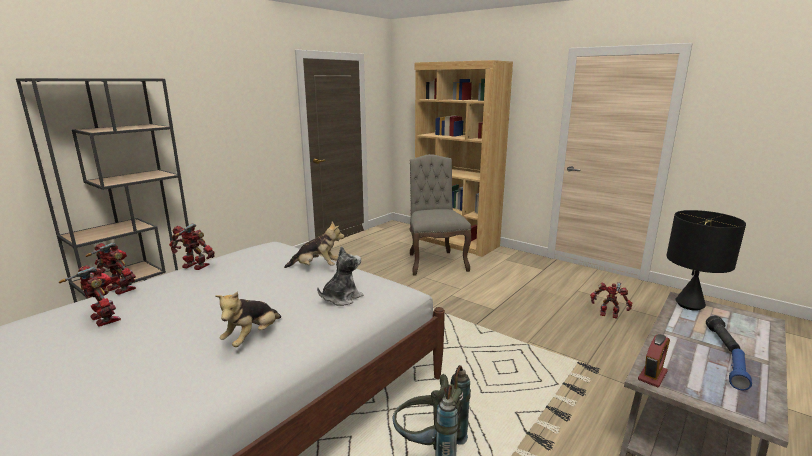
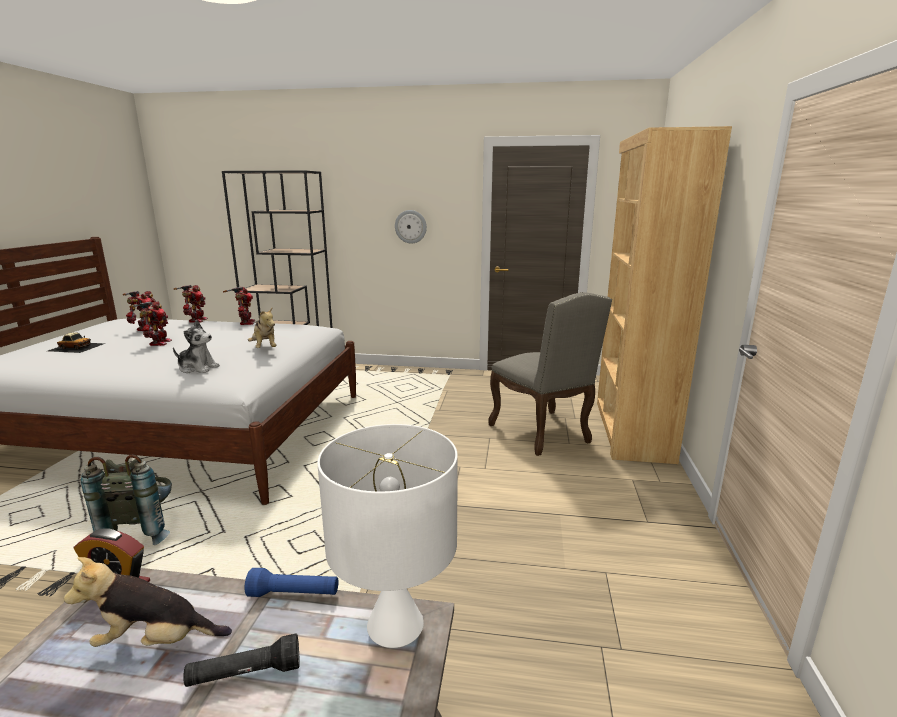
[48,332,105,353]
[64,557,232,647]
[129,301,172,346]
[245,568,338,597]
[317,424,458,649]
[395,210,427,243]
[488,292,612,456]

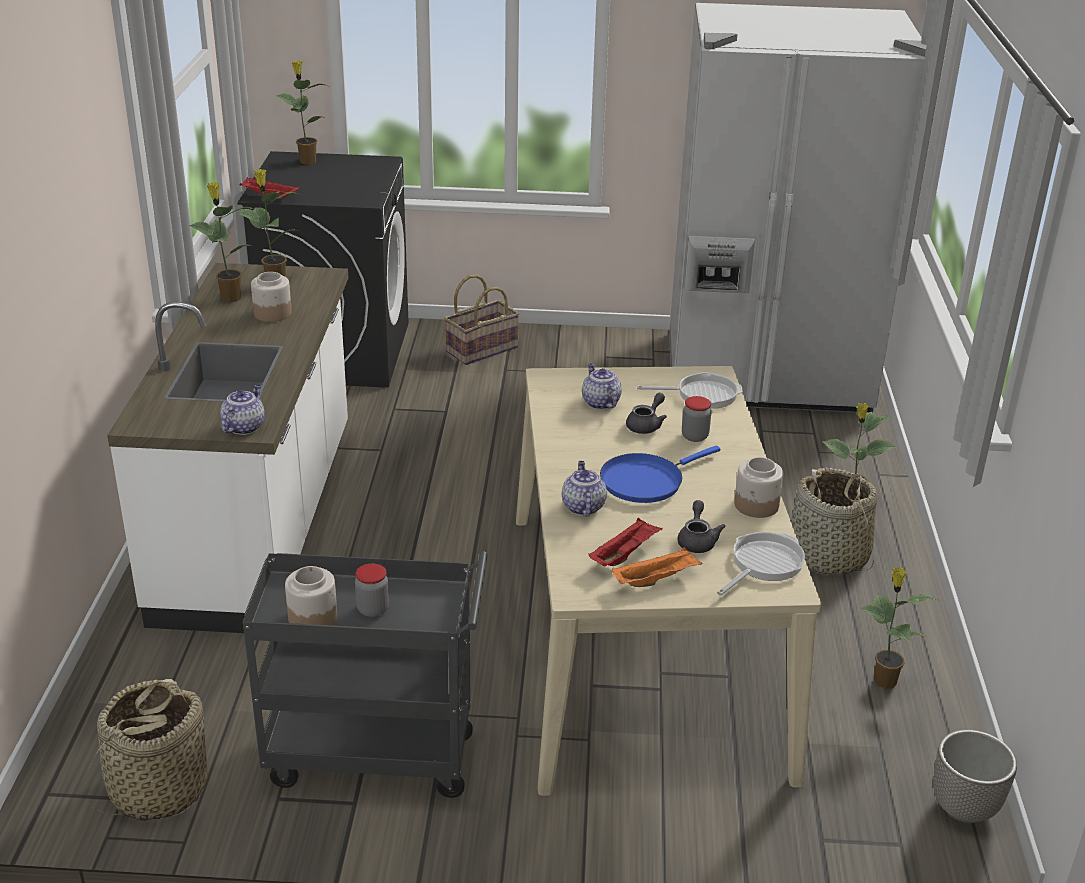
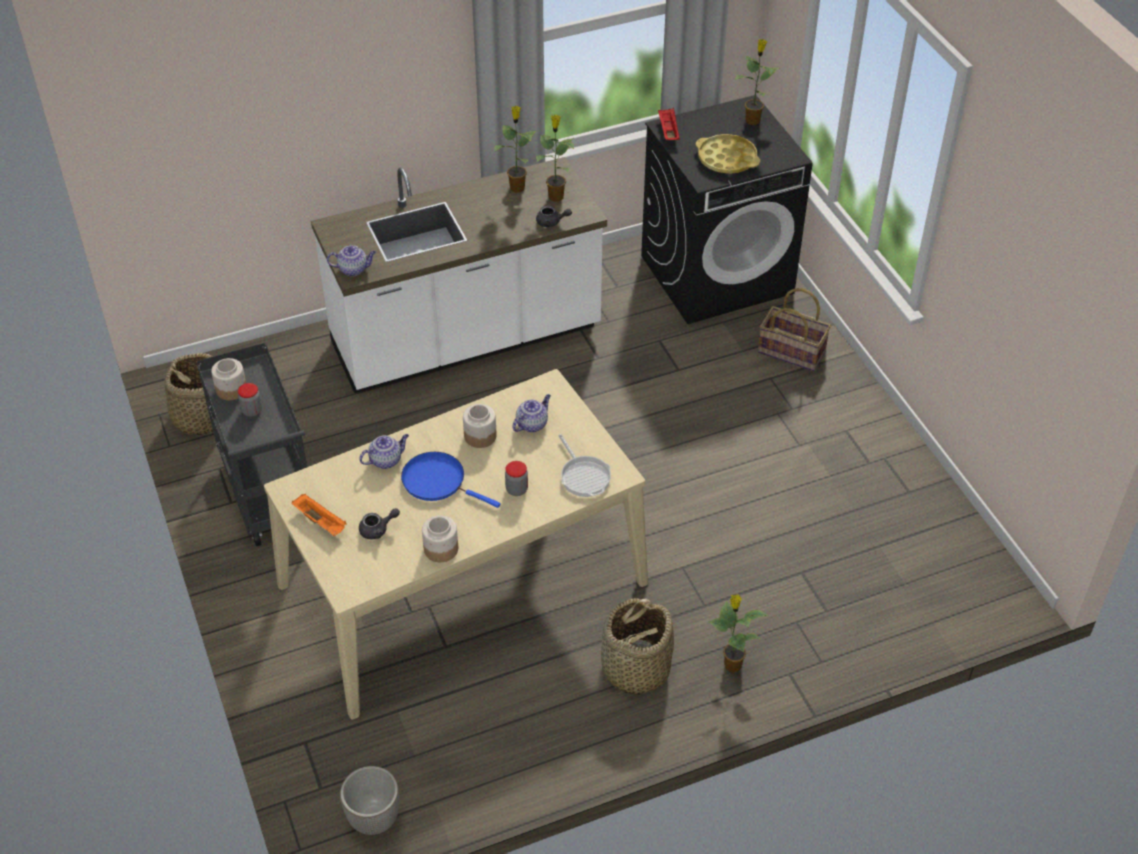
[463,404,497,448]
[536,206,572,227]
[696,134,760,174]
[588,518,663,566] (first image)
[669,3,926,413] (first image)
[717,532,805,596] (first image)
[860,567,938,689] (first image)

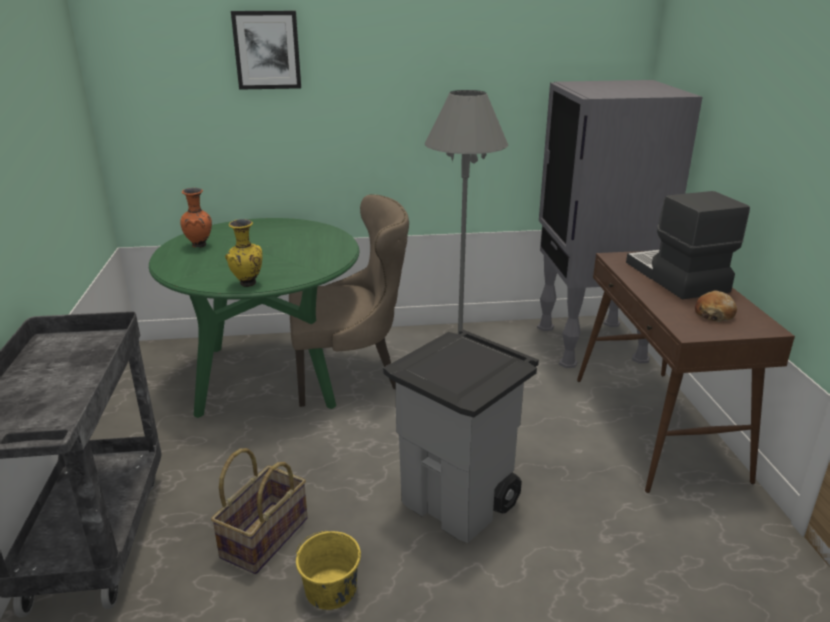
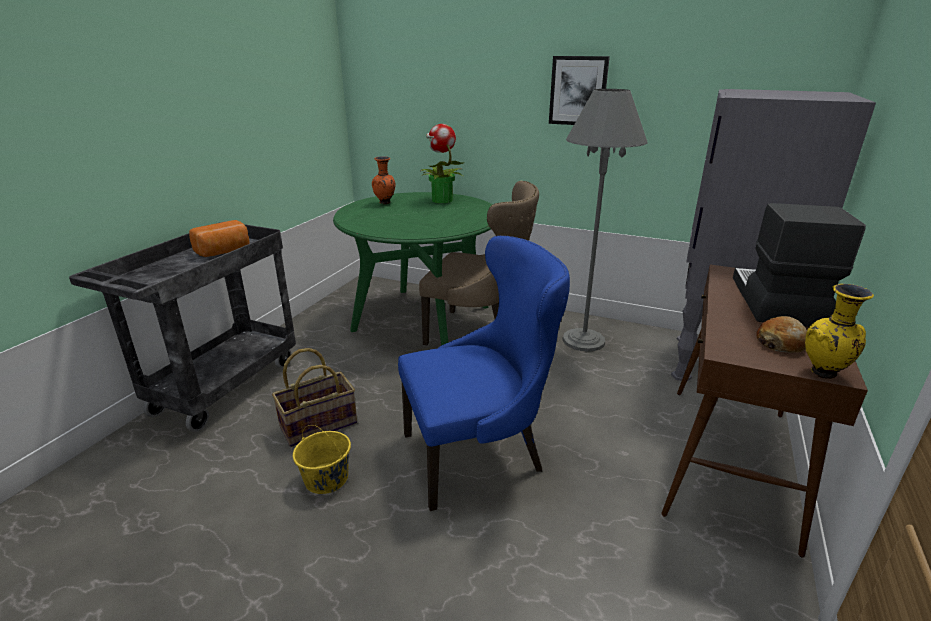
[189,220,250,257]
[398,236,570,511]
[421,124,465,203]
[549,56,610,125]
[805,284,874,379]

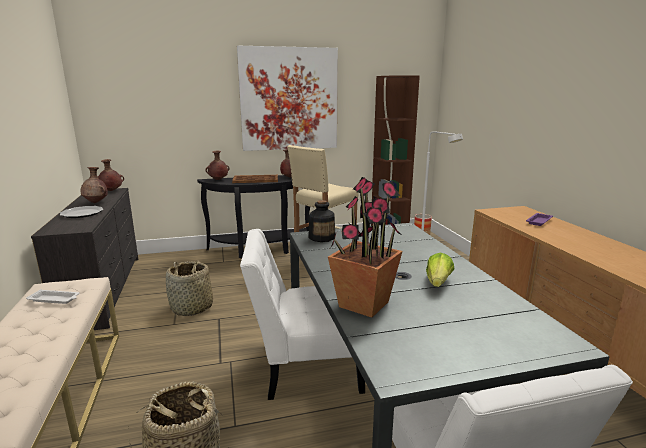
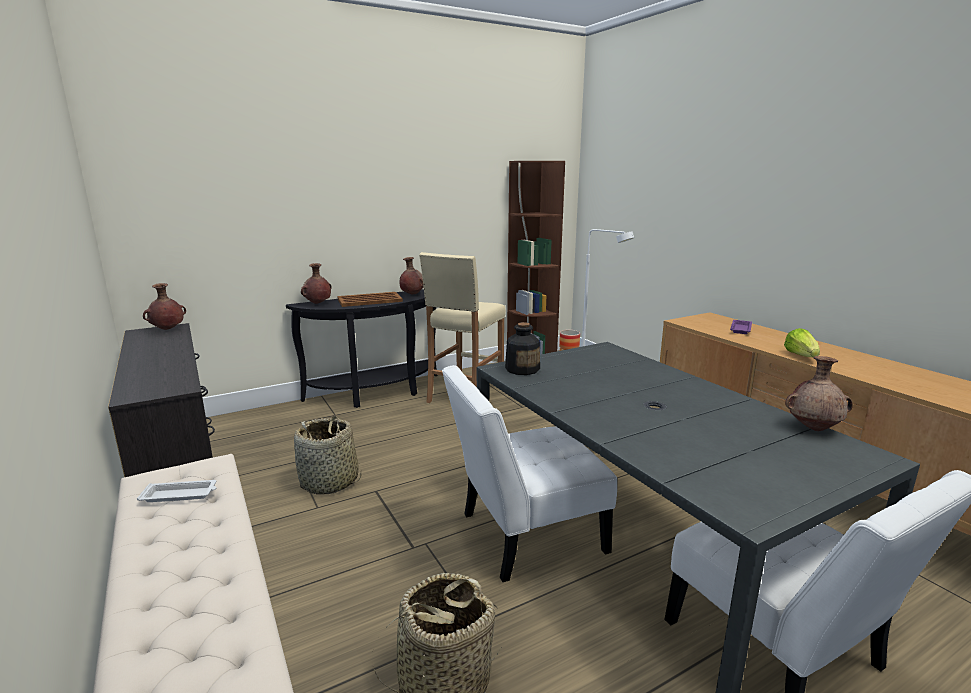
[784,328,820,357]
[785,356,853,431]
[60,206,103,218] (first image)
[237,46,338,151] (first image)
[328,177,403,318] (first image)

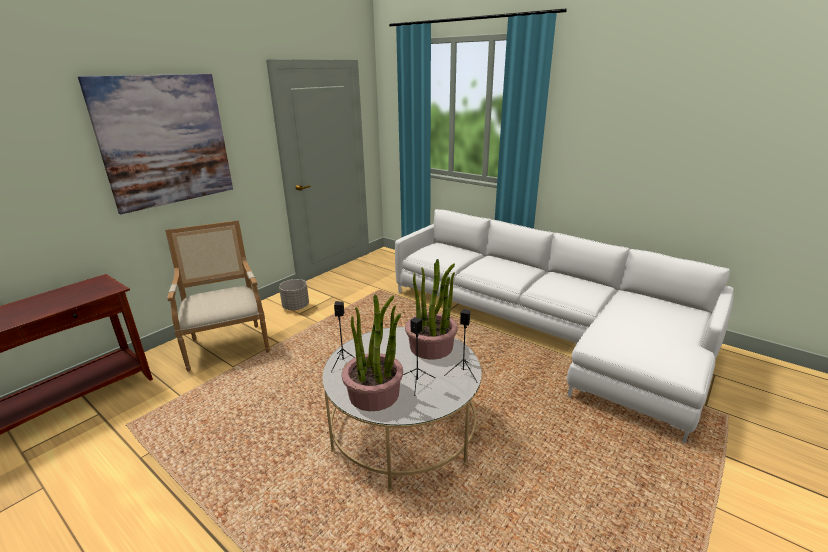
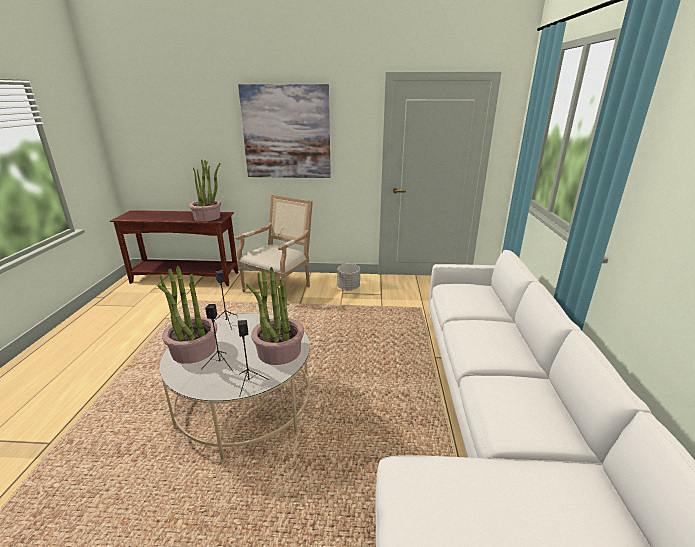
[189,159,221,221]

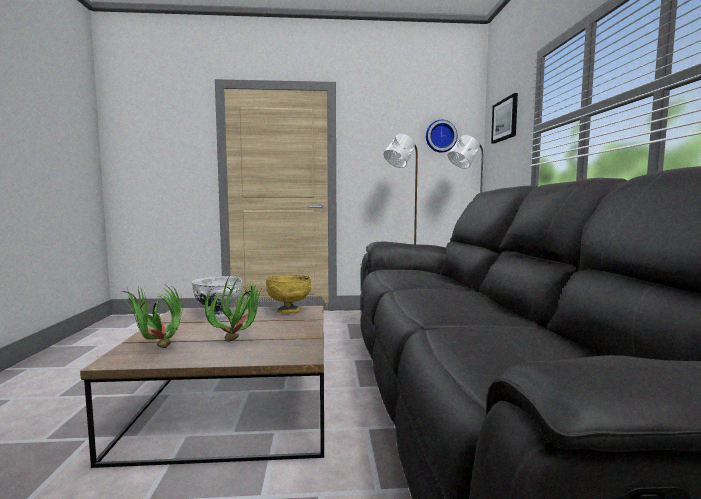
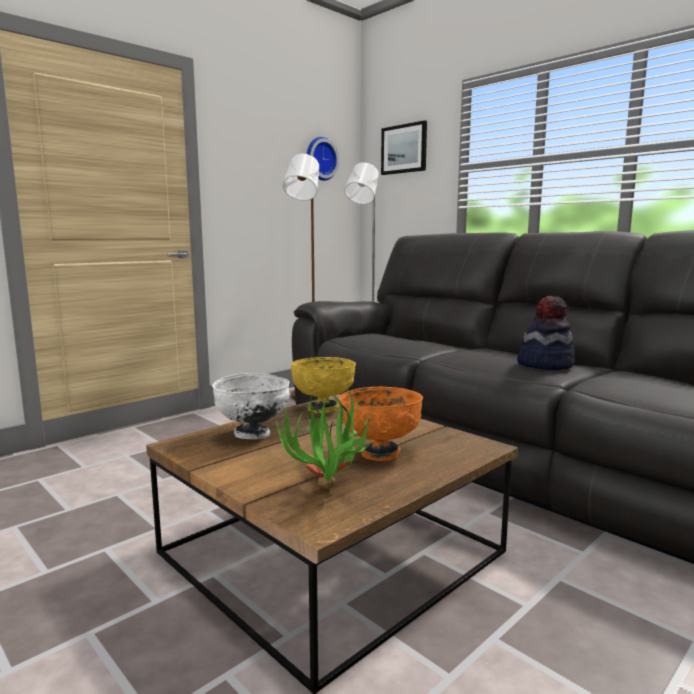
[339,386,423,461]
[517,296,575,370]

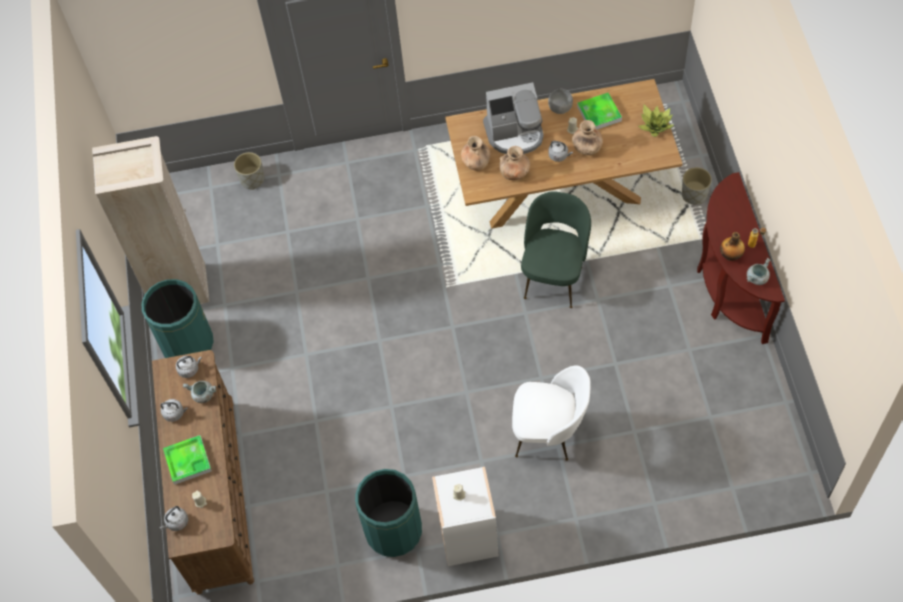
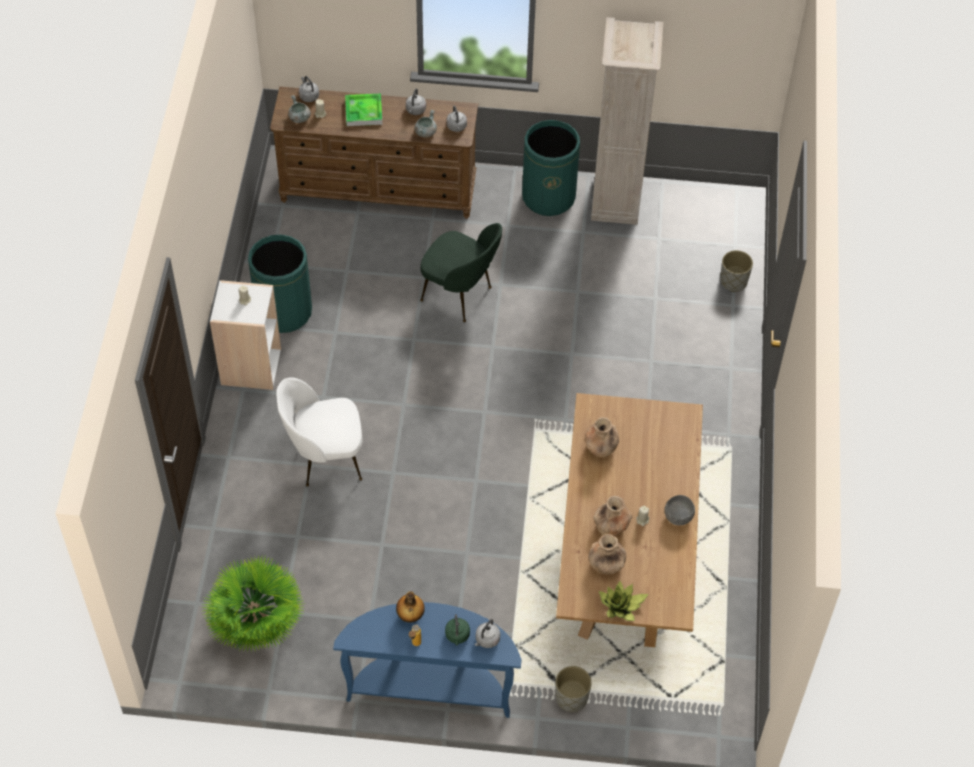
[202,555,306,652]
[276,377,362,487]
[288,95,311,123]
[333,602,522,718]
[420,223,502,322]
[445,614,470,646]
[475,619,500,648]
[588,534,626,574]
[483,82,543,154] (first image)
[577,93,622,129] (first image)

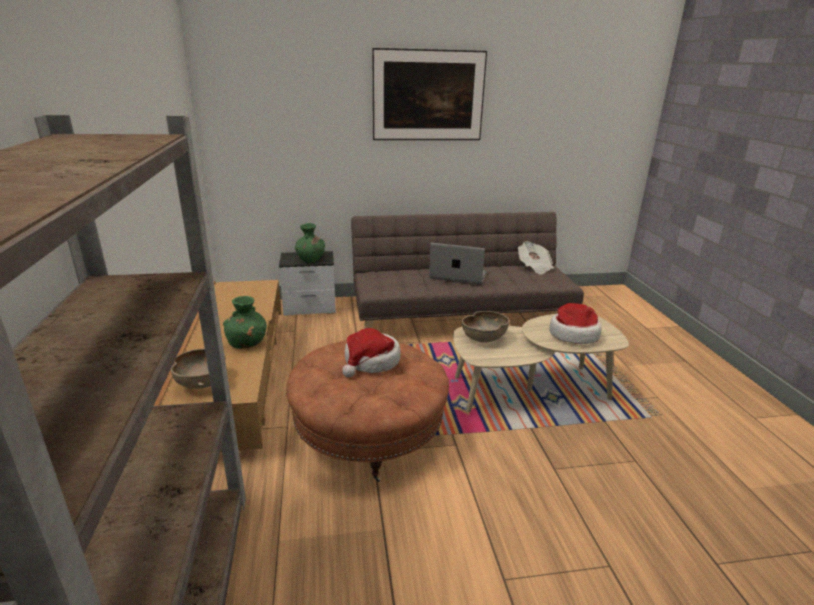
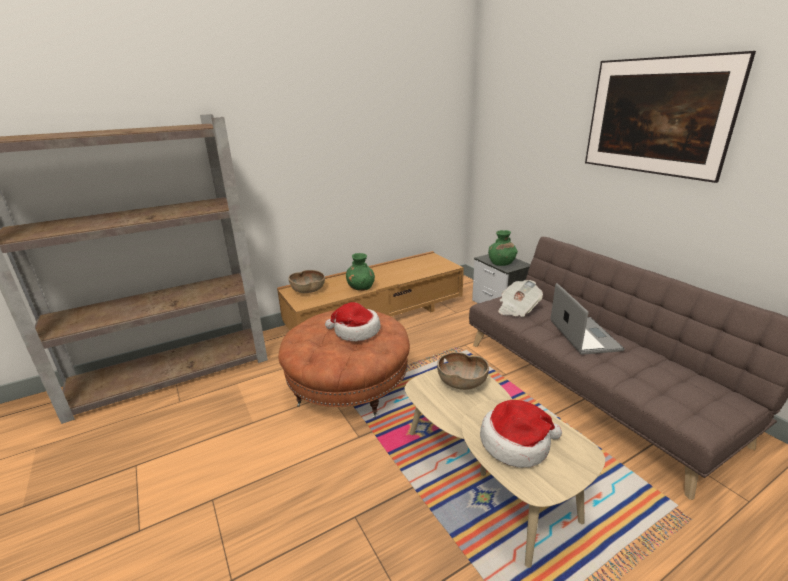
[498,280,543,317]

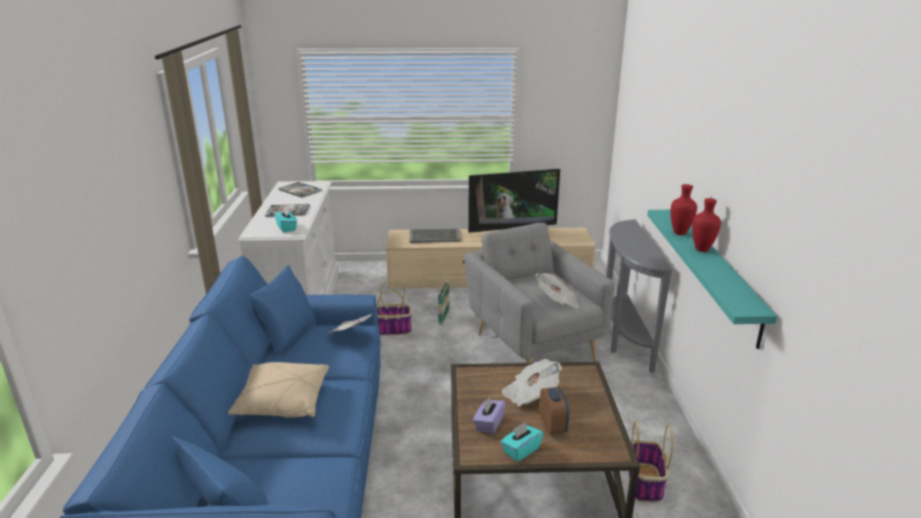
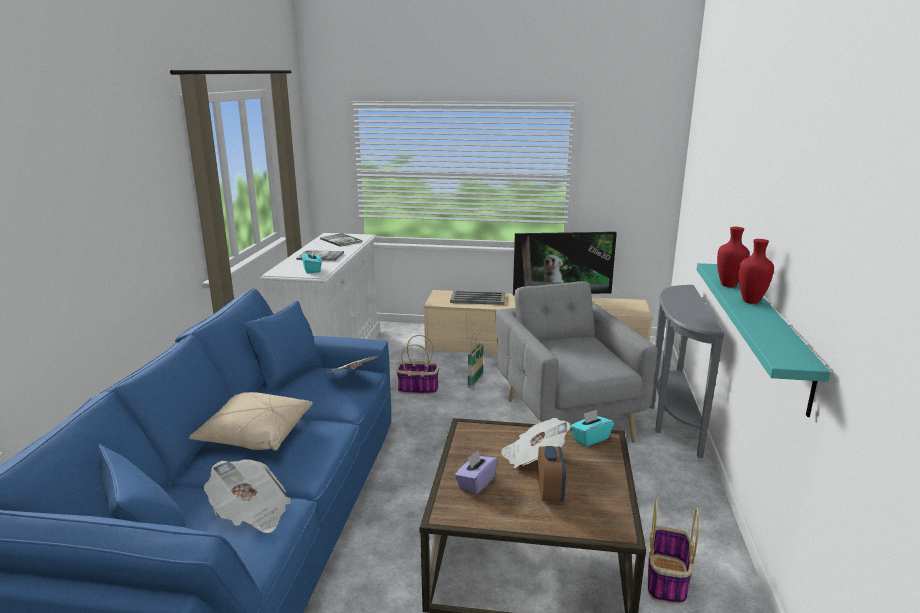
[204,459,291,533]
[570,410,614,447]

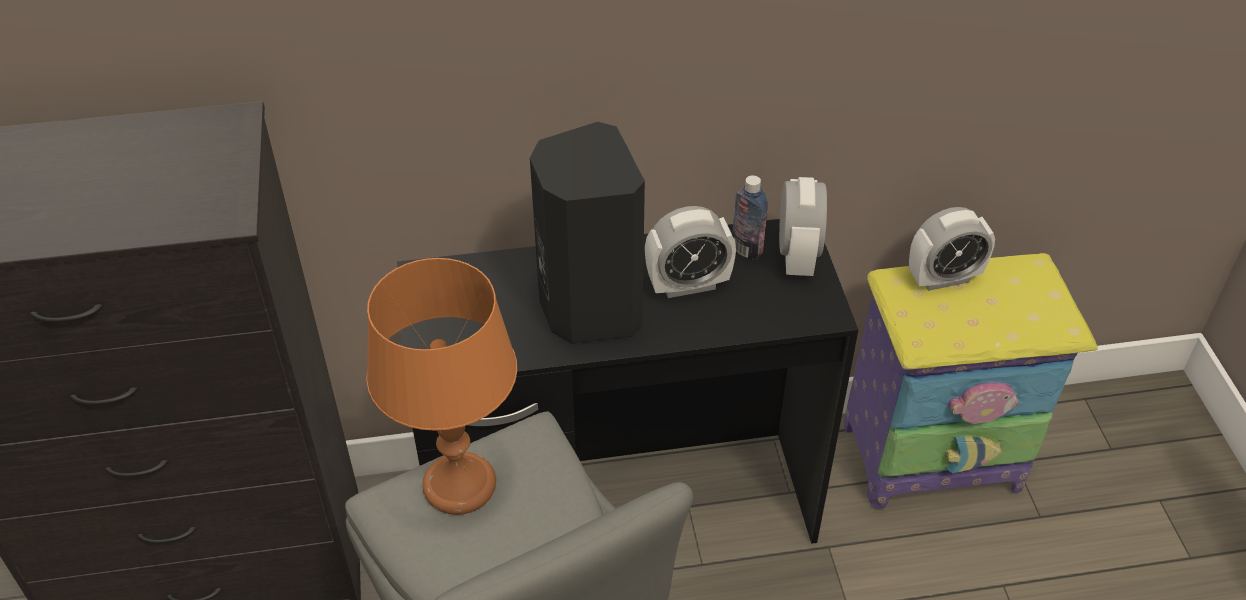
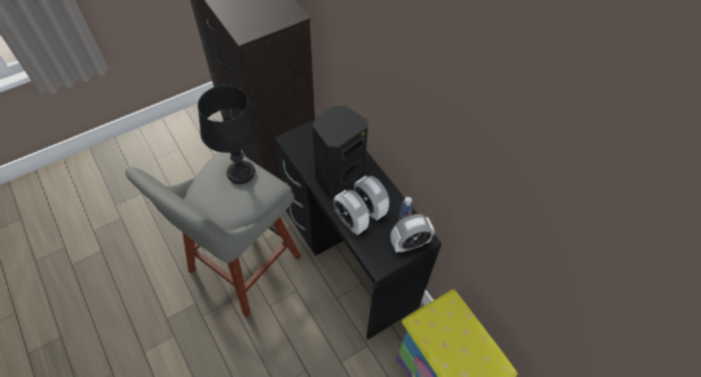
[198,85,259,184]
[333,189,370,235]

